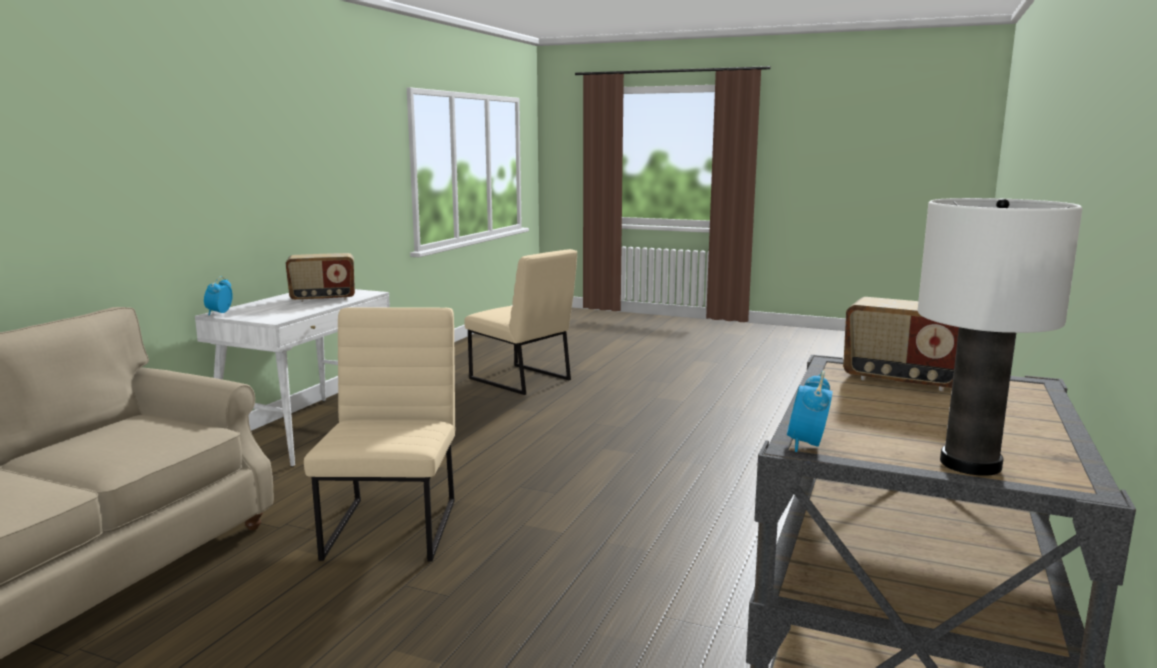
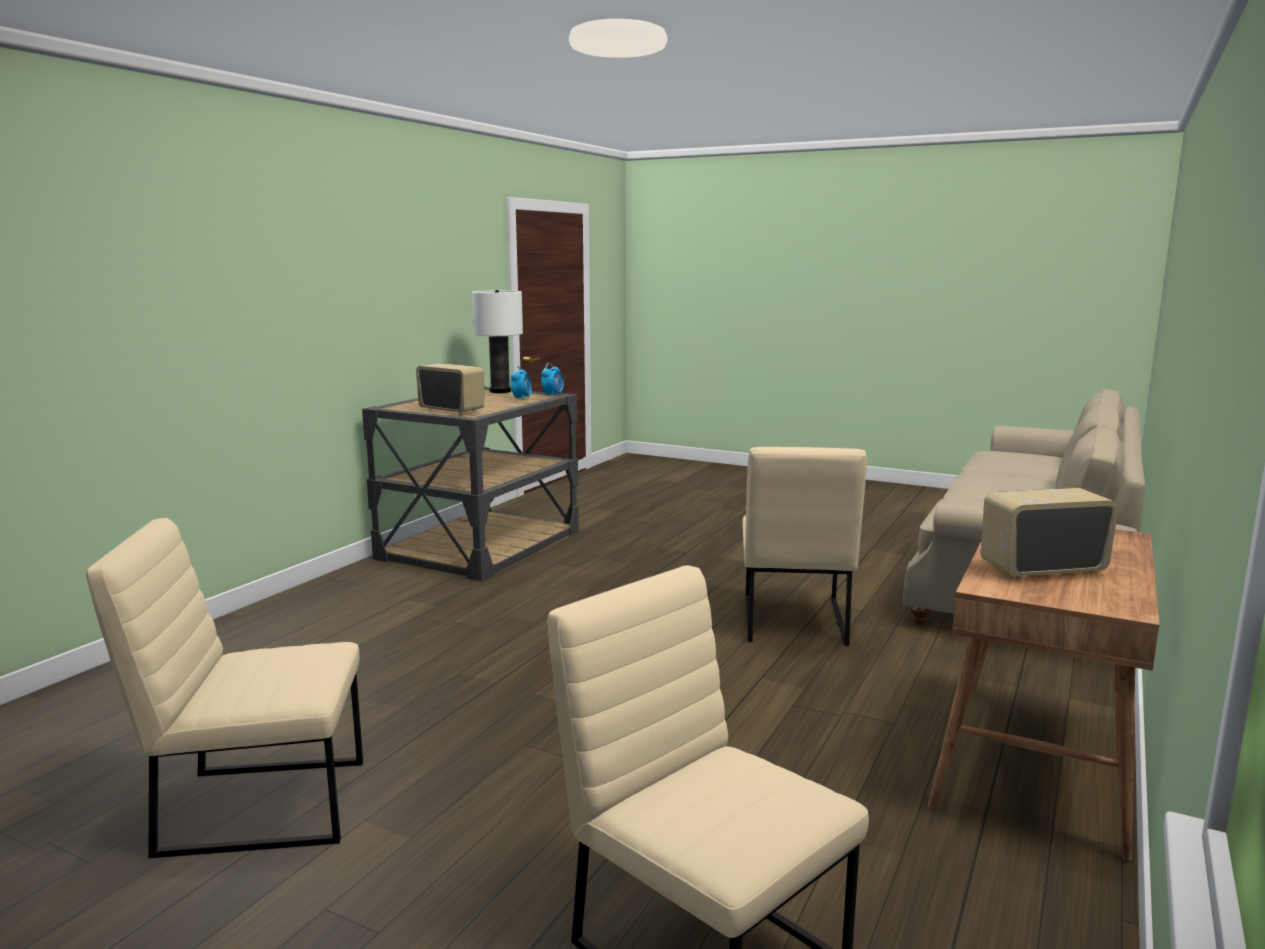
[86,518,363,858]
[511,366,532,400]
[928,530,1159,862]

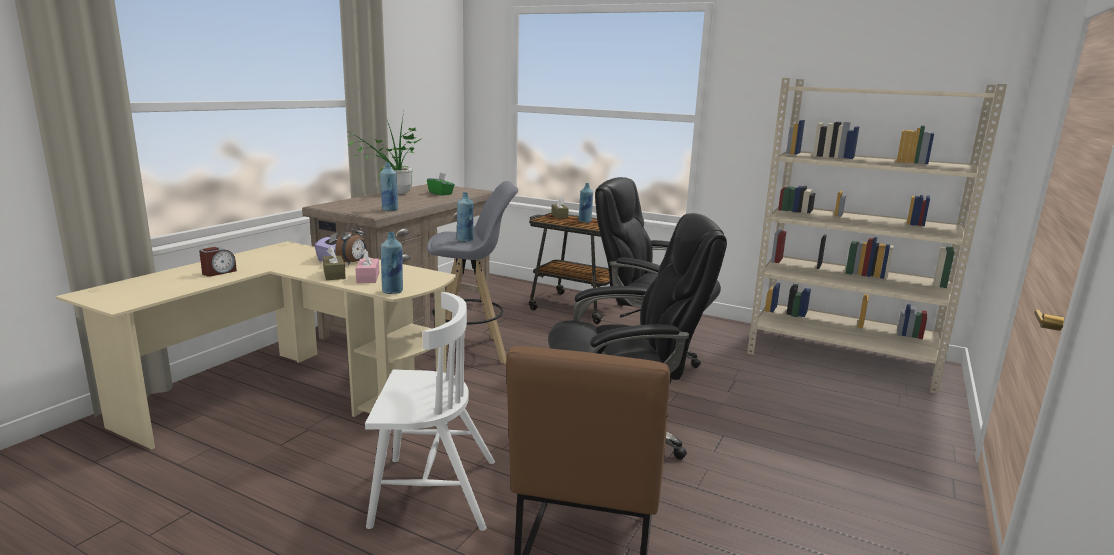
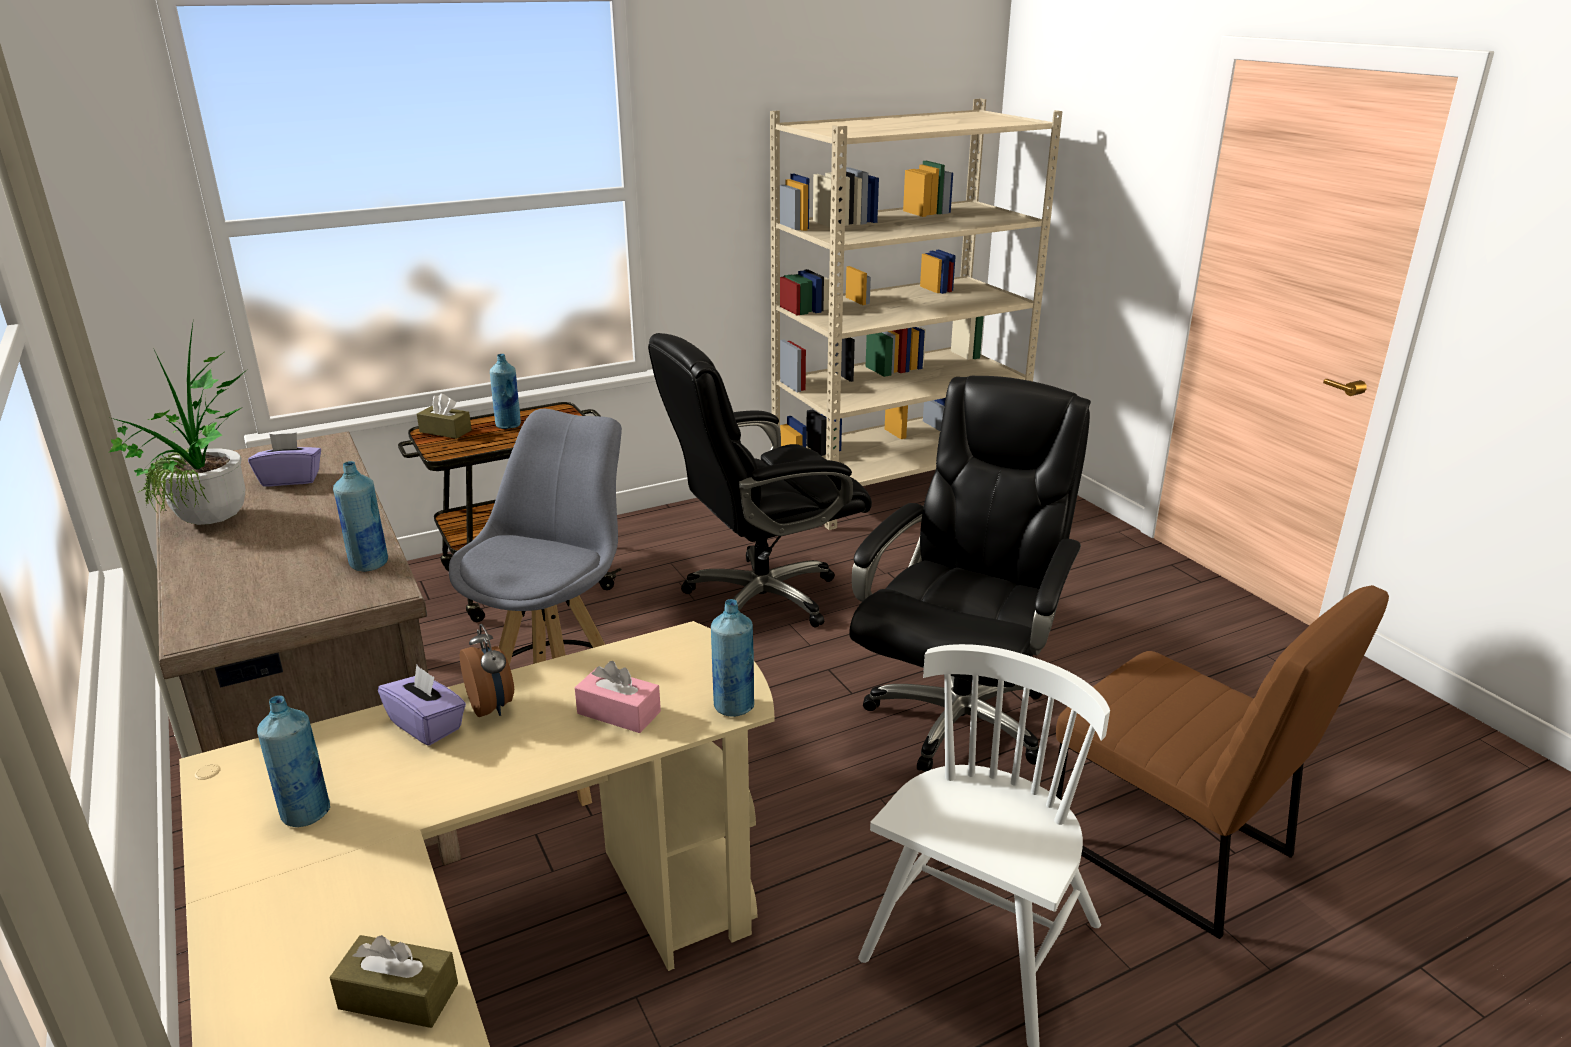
[248,433,321,486]
[257,695,330,827]
[329,935,458,1028]
[199,247,237,276] (first image)

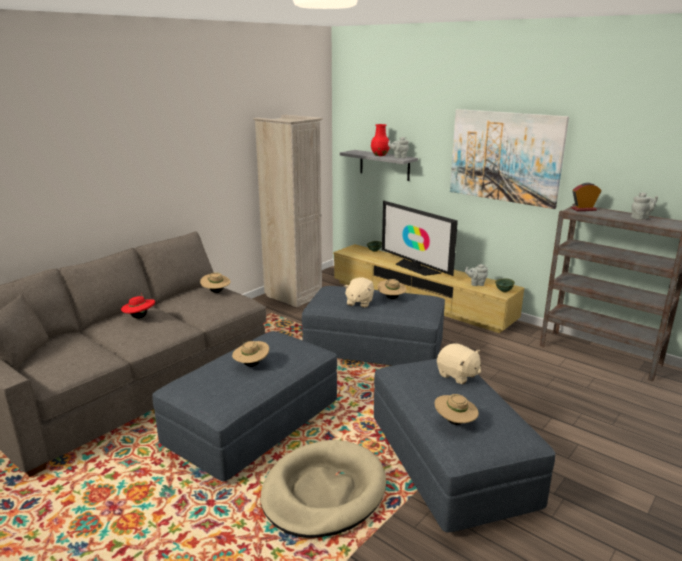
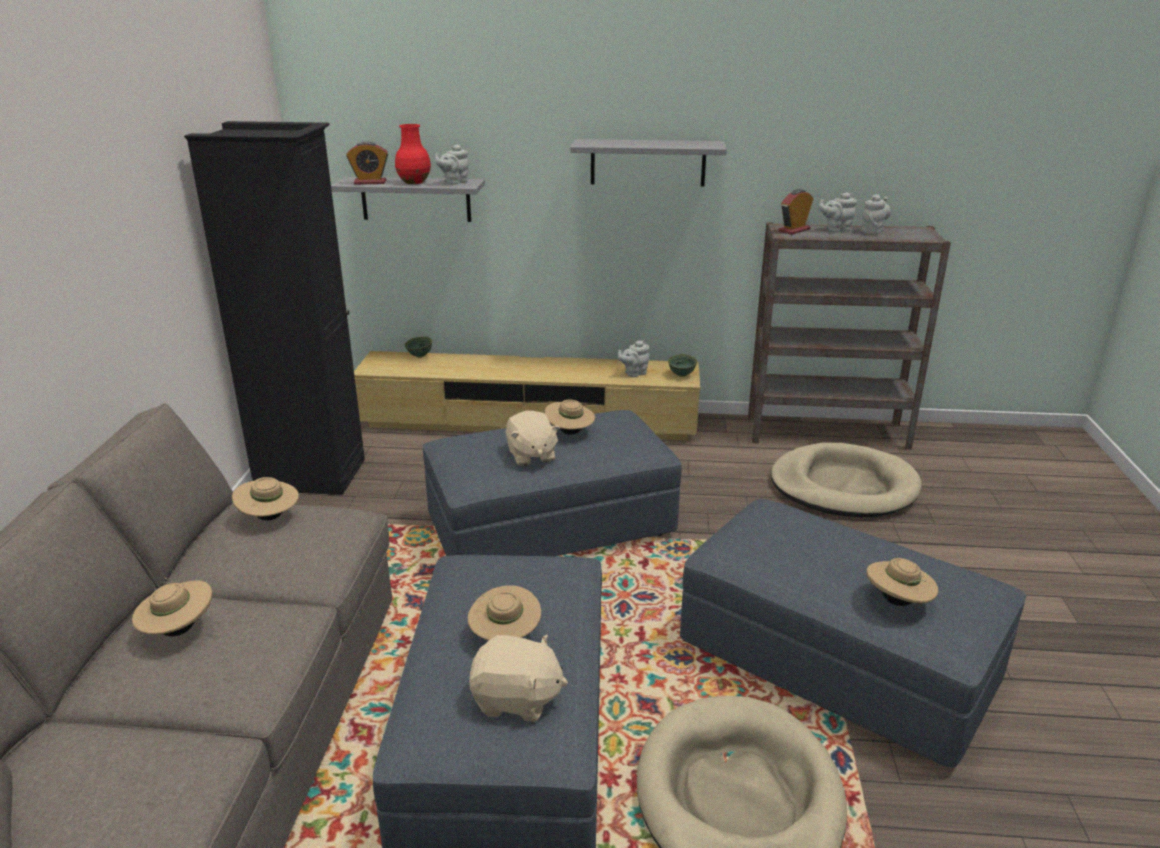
[132,577,212,636]
[184,121,365,495]
[346,142,388,185]
[469,635,568,722]
[570,139,727,186]
[771,443,922,517]
[819,192,857,233]
[382,201,458,276] (first image)

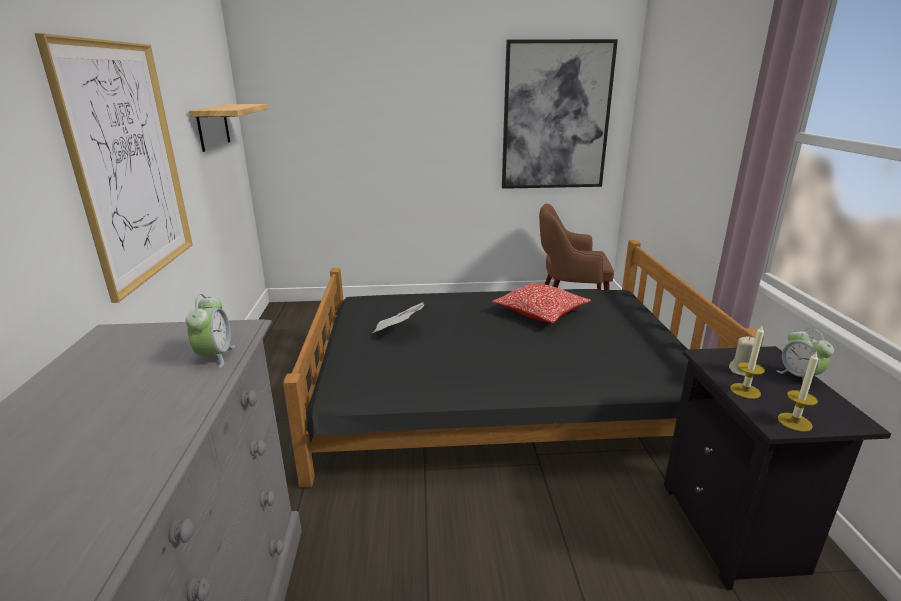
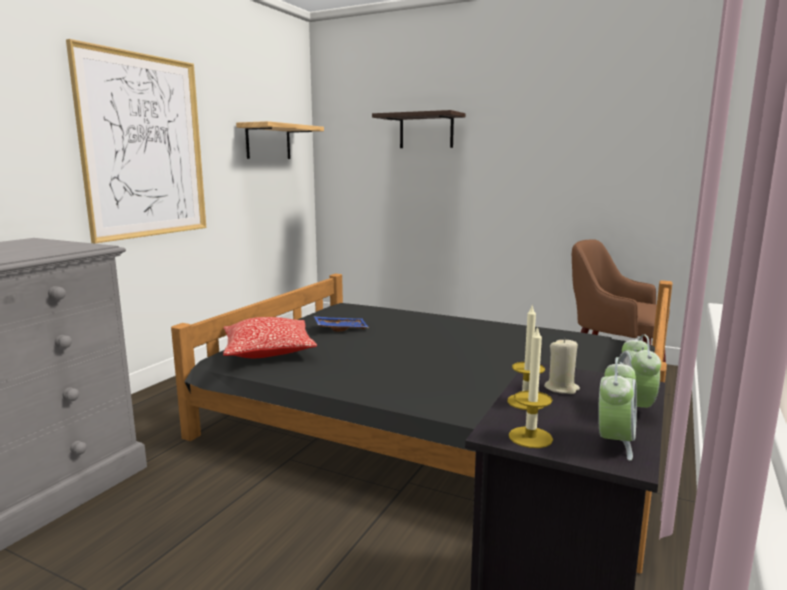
[223,317,317,358]
[314,316,368,331]
[372,110,465,148]
[598,357,637,461]
[502,39,618,189] (first image)

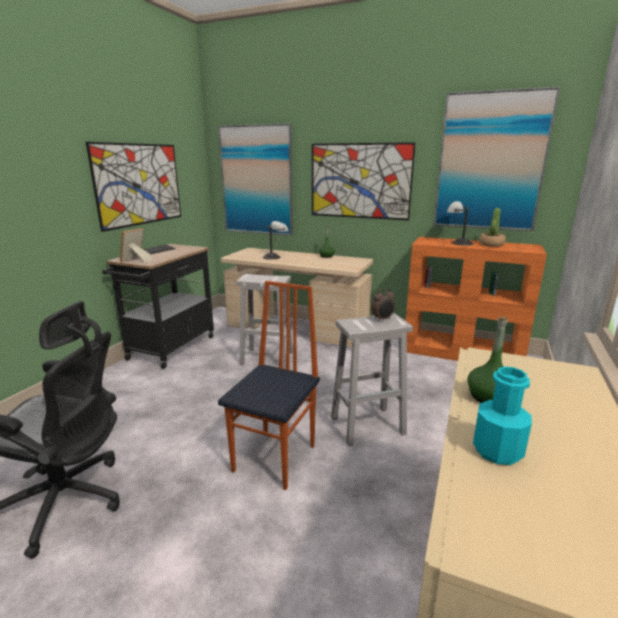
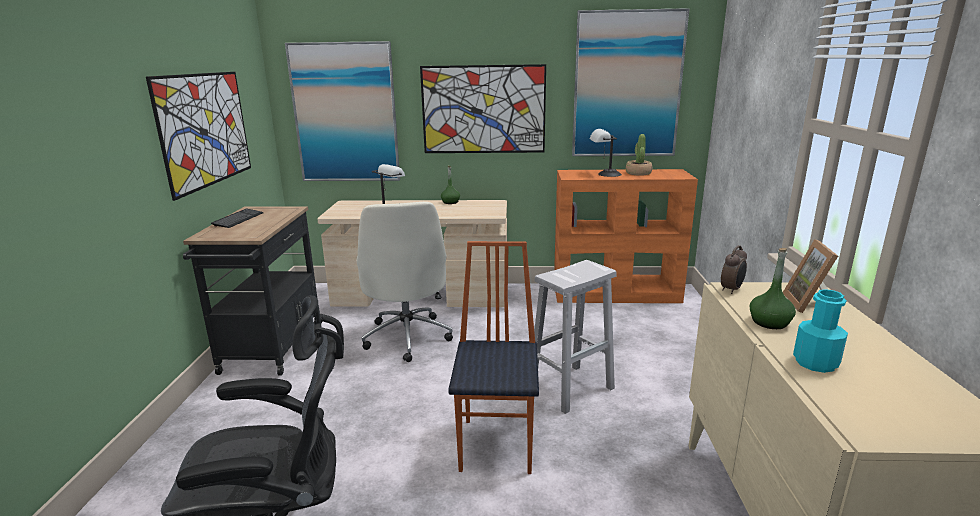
[356,202,453,362]
[721,245,747,294]
[783,239,838,313]

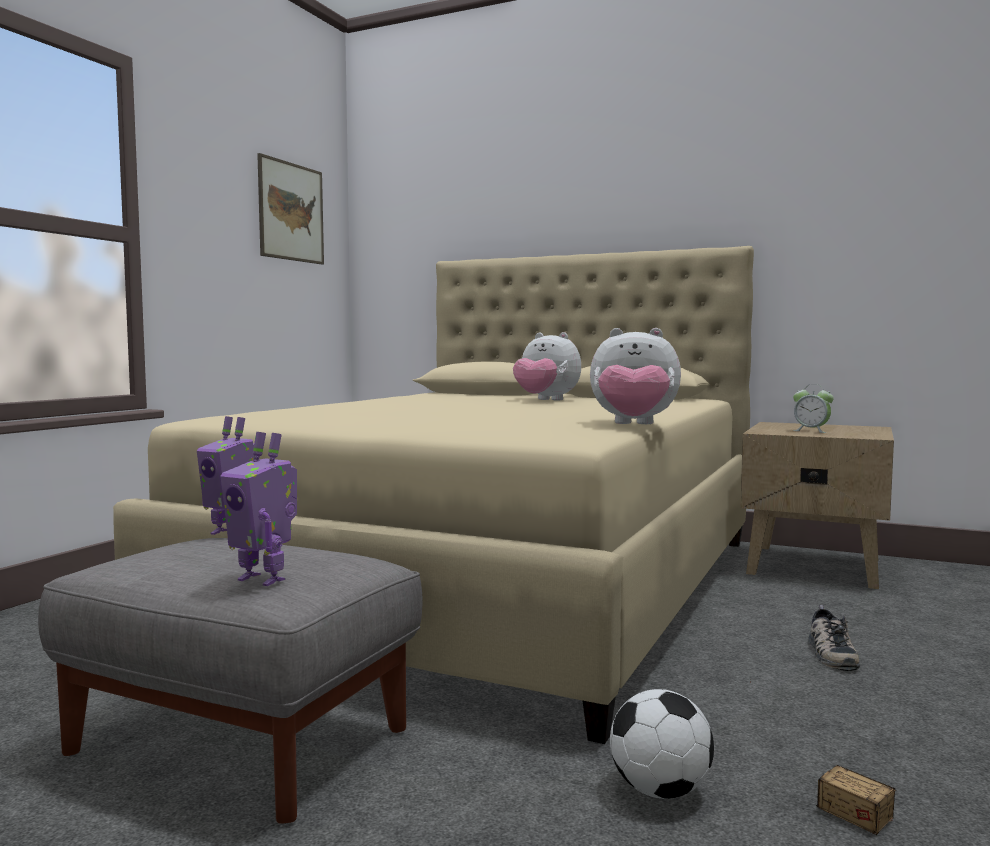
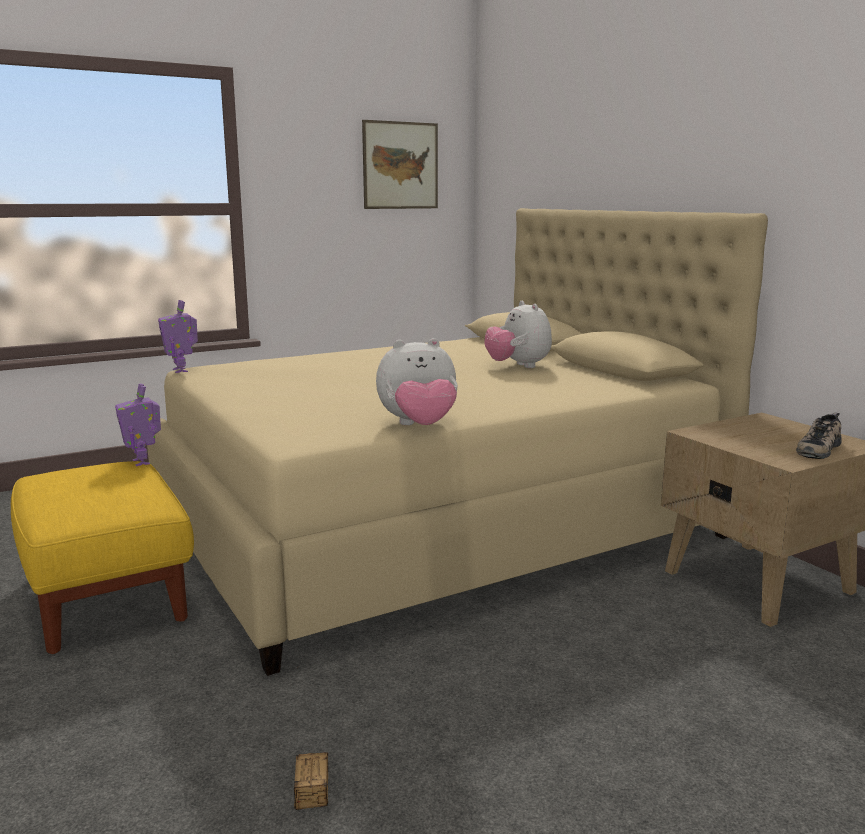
[11,461,194,654]
[158,300,198,373]
[376,338,458,425]
[796,412,842,459]
[610,689,714,799] (first image)
[793,384,834,433] (first image)

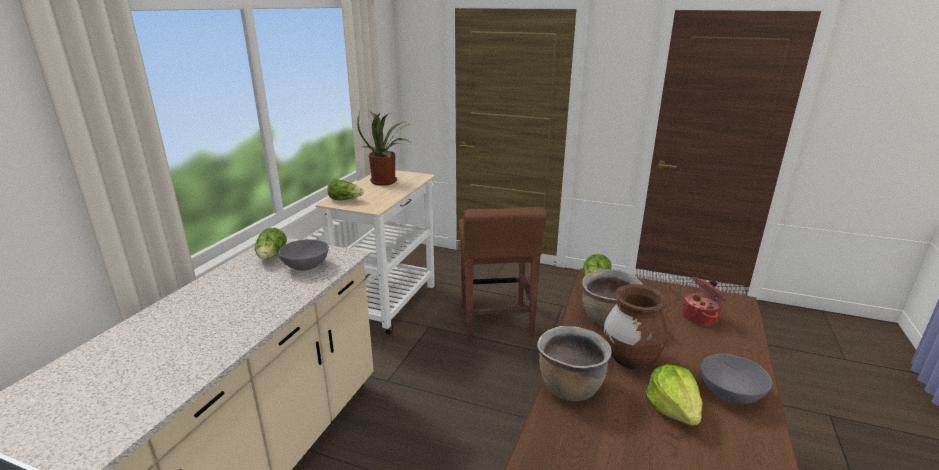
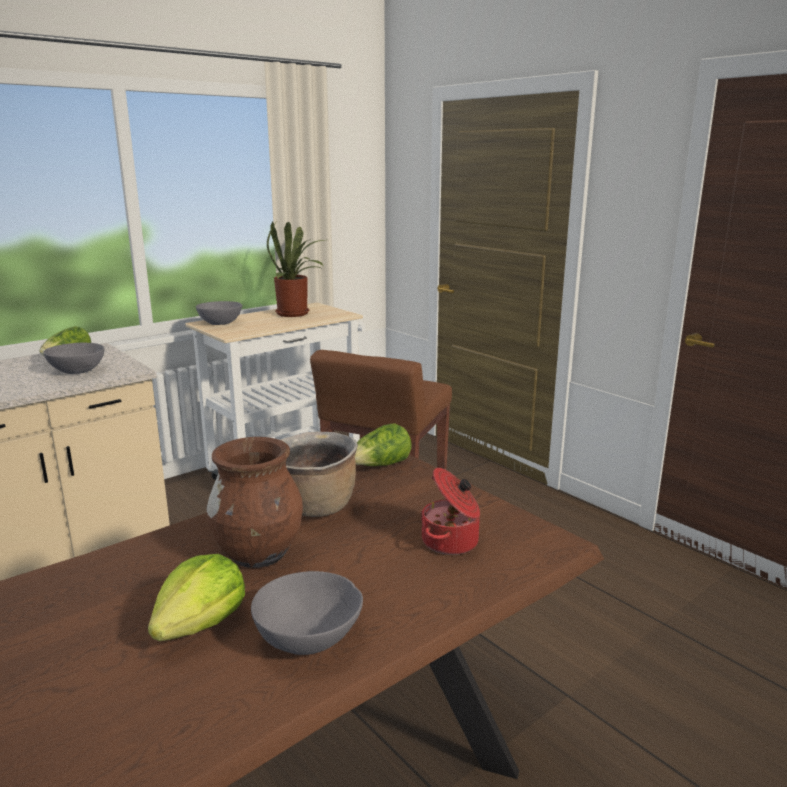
[196,301,242,325]
[537,326,612,401] (first image)

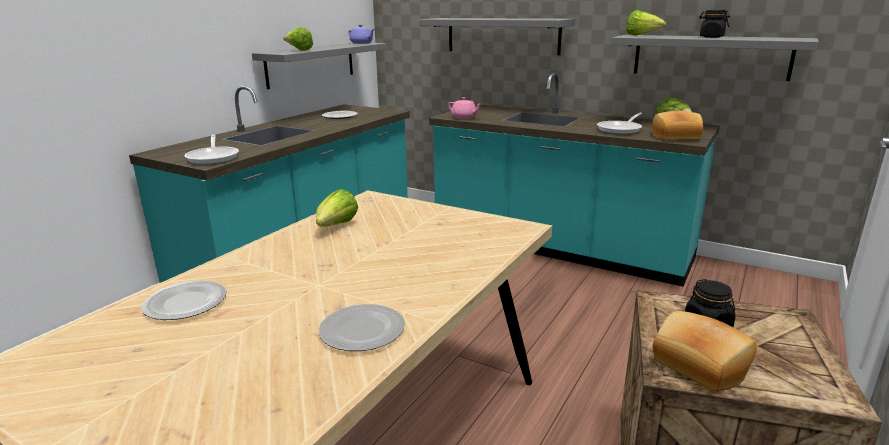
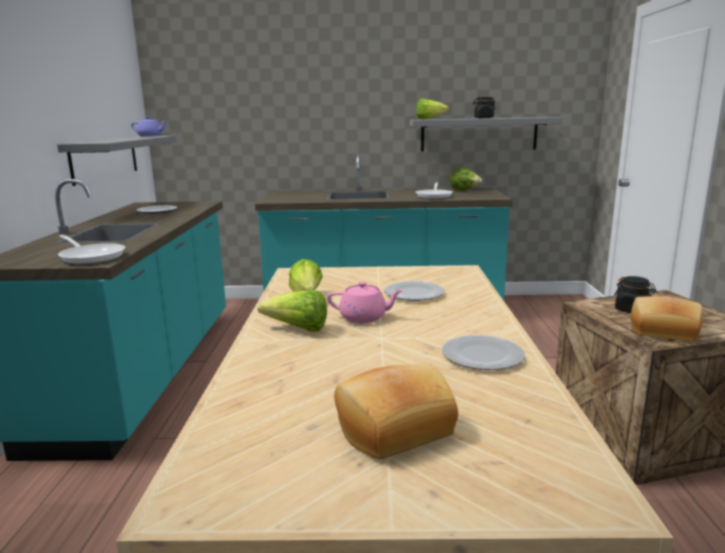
[258,289,327,332]
[327,282,403,323]
[334,364,458,459]
[384,281,445,301]
[419,18,575,55] (first image)

